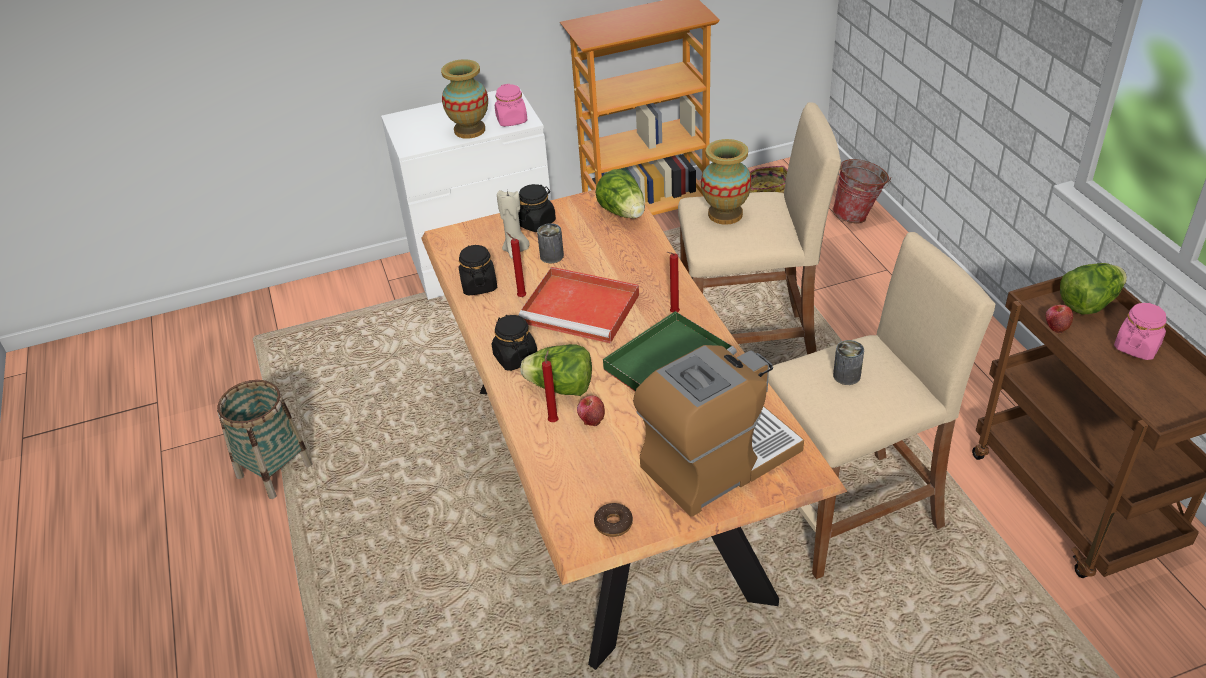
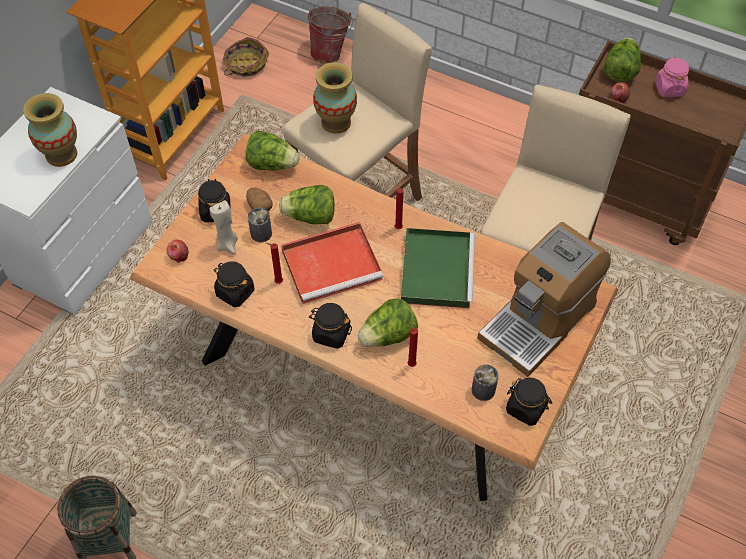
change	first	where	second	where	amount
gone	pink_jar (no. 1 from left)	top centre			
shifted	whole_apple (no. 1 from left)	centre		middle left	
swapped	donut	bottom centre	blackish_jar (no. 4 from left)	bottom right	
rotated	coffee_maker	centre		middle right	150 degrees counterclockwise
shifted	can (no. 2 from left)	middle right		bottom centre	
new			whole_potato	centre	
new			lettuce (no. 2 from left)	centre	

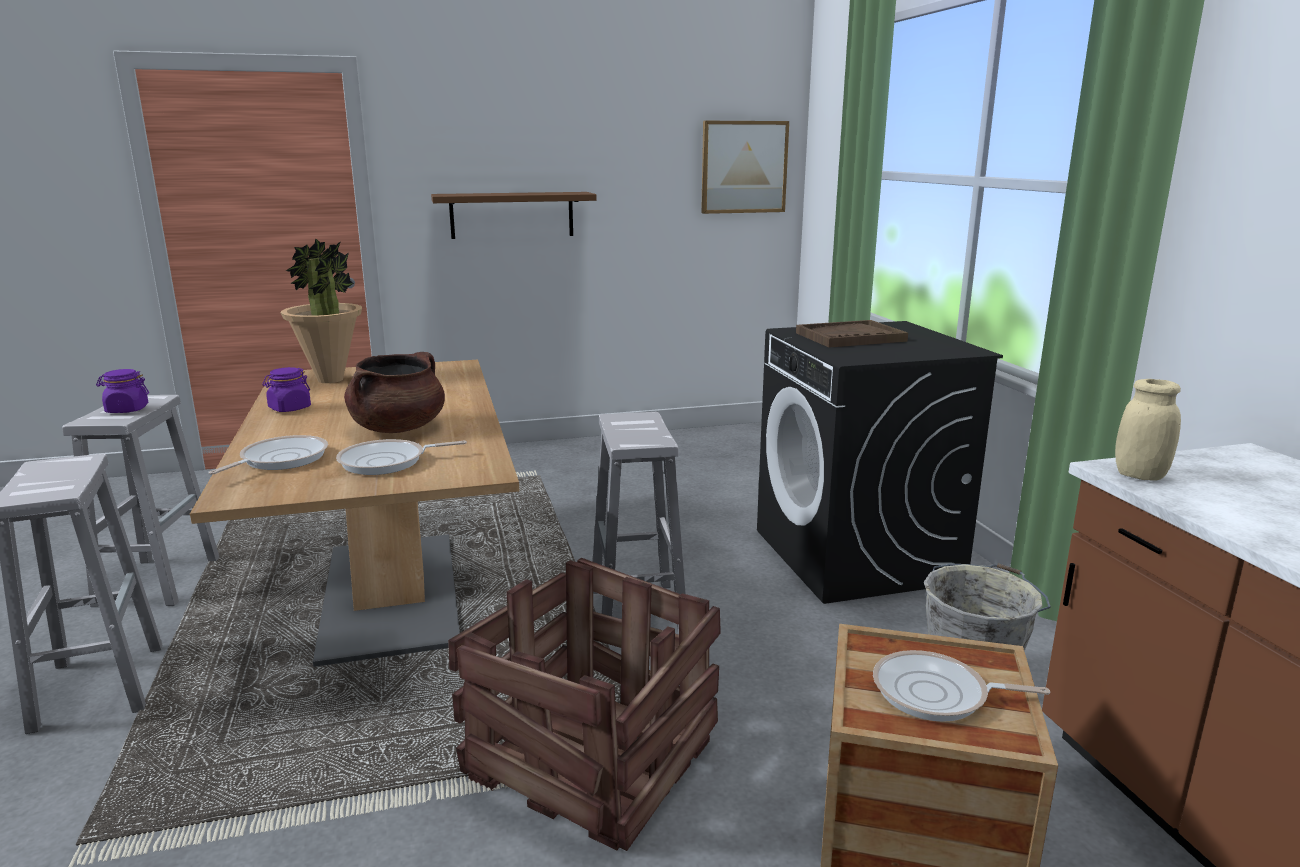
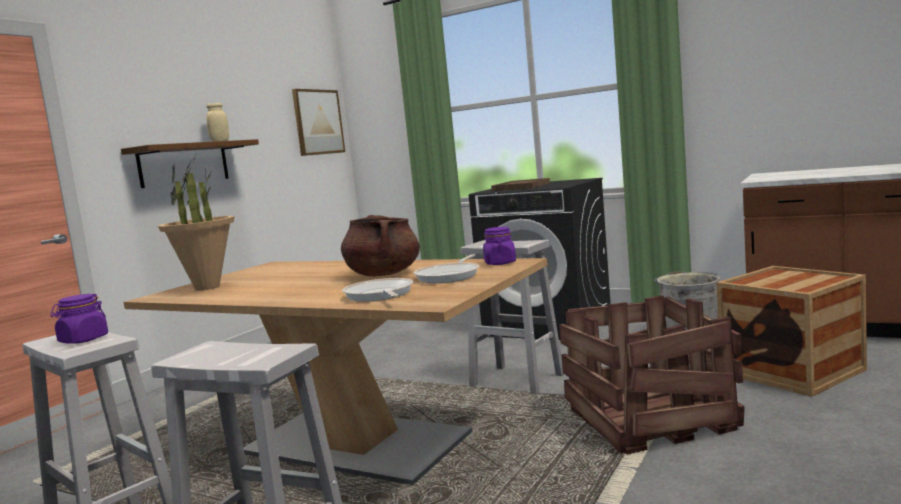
change	first	where	second	where	amount
shifted	purple_jar (no. 2 from left)	middle left		centre	
gone	skillet (no. 3 from left)	bottom right			
shifted	beige_jar	middle right		top left	

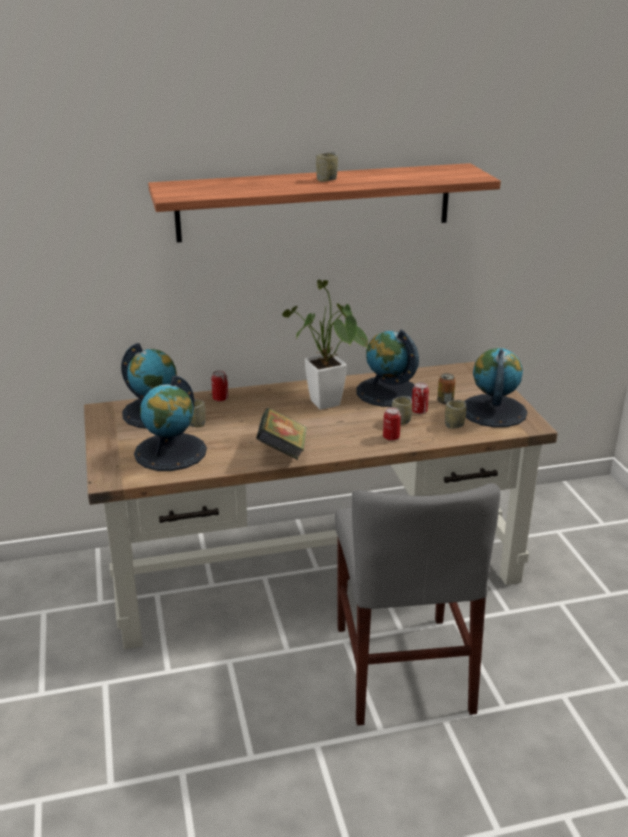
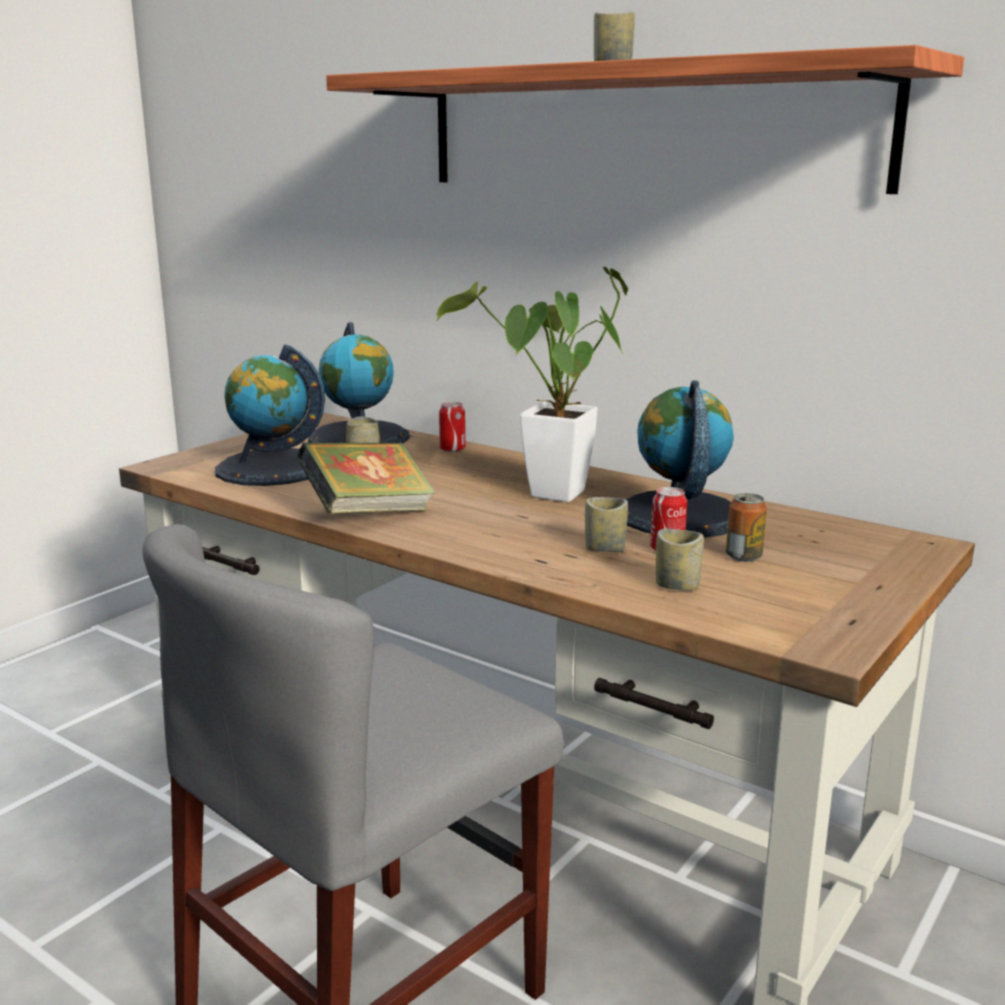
change	first	where	second	where	amount
gone	can (no. 2 from left)	centre			
gone	world_globe (no. 4 from left)	middle right			

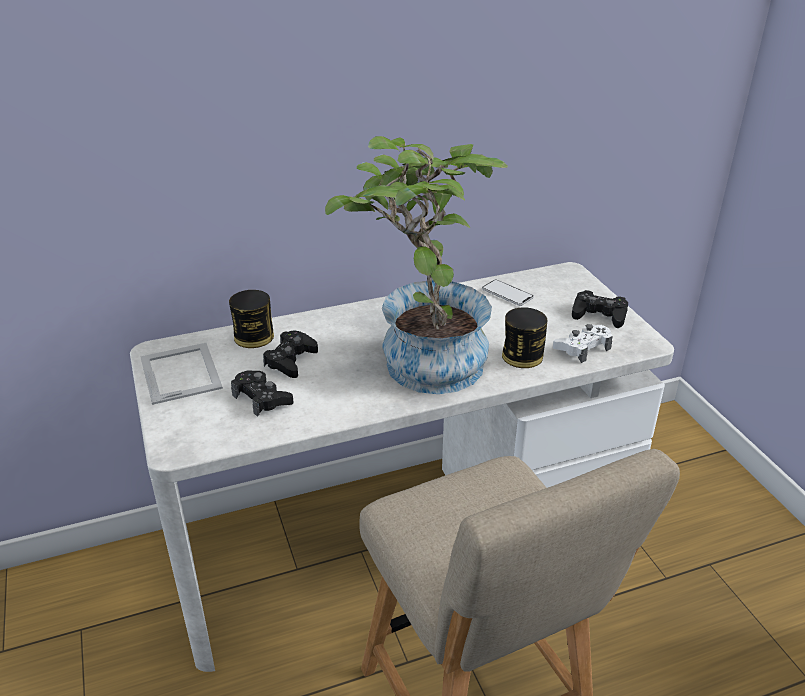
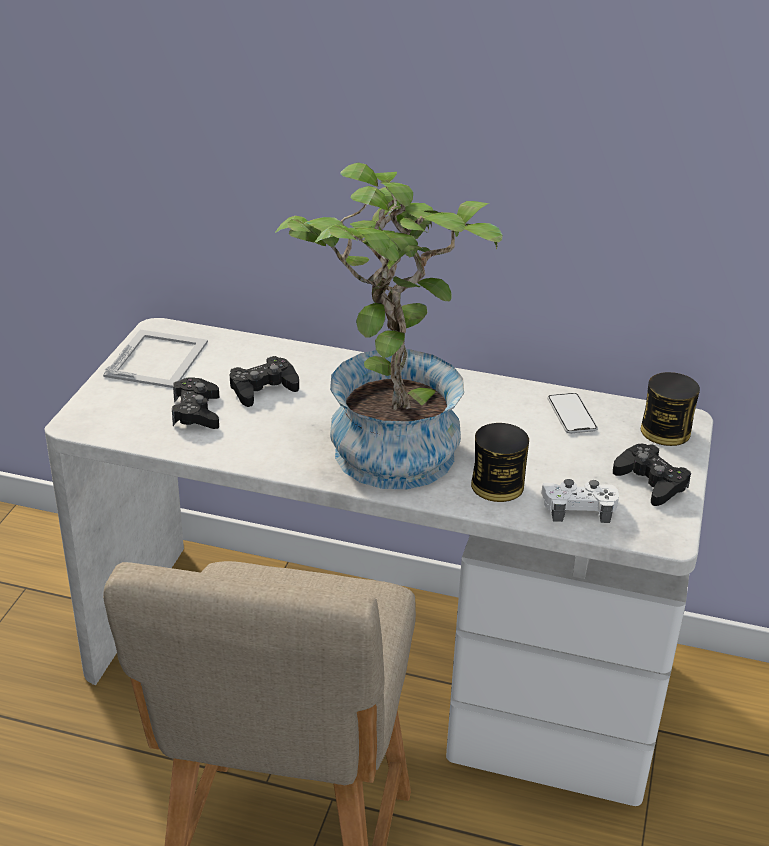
change	first	where	second	where	amount
shifted	can (no. 1 from left in the first image)	middle left	can (no. 2 from left)	middle right	

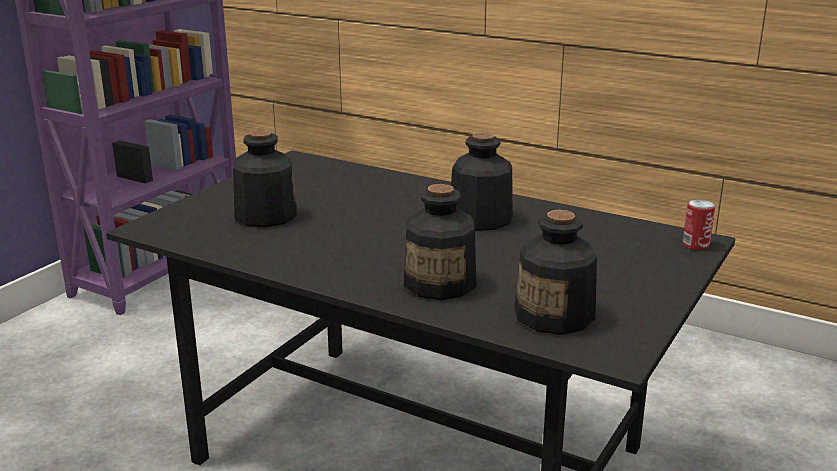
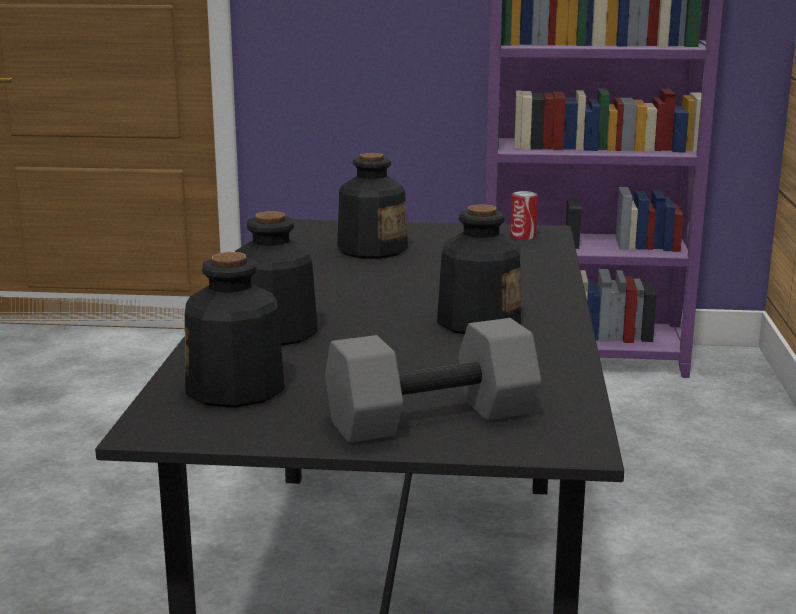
change	first	where	second	where	amount
shifted	can	middle right		centre	
new			grey_dumbbell	centre	

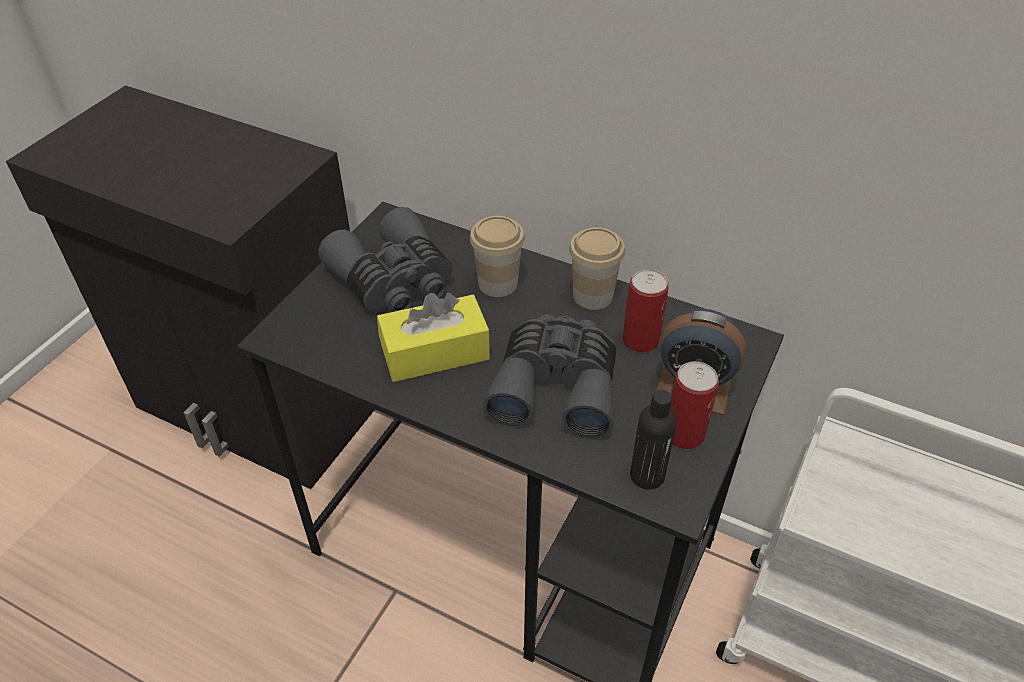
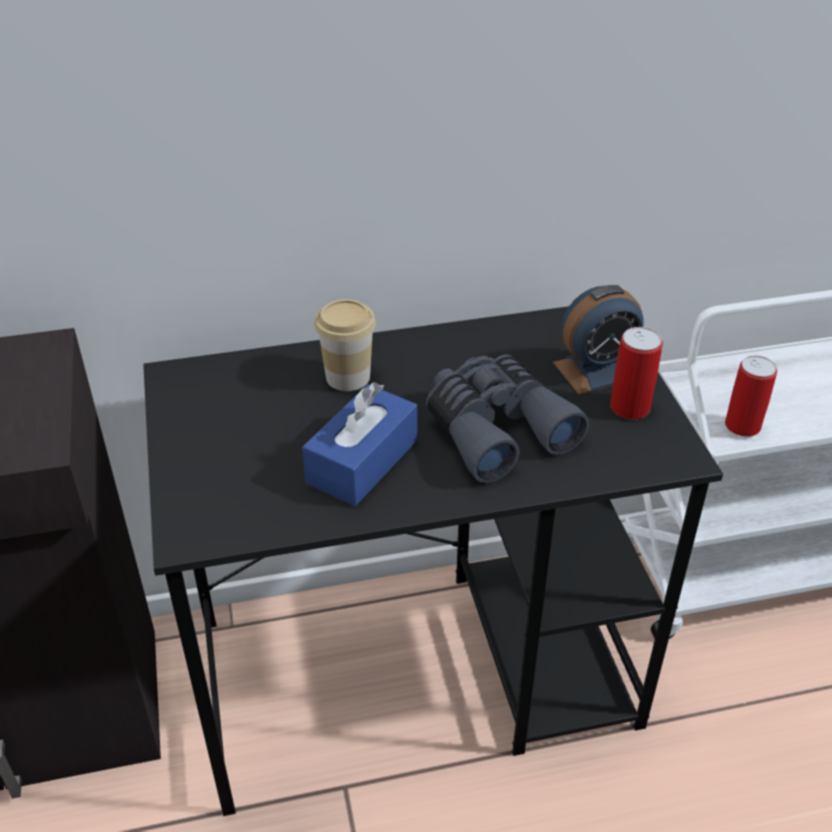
change	first	where	second	where	amount
gone	grey_field_glasses (no. 1 from left)	centre			
repainted	yellow_tissue_holder	centre	blue-coloured_tissue_holder	centre	
gone	cup (no. 2 from left)	centre			
shifted	can (no. 1 from left in the first image)	centre	can (no. 2 from left)	middle right	
gone	blackish_beverage_bottle	centre			

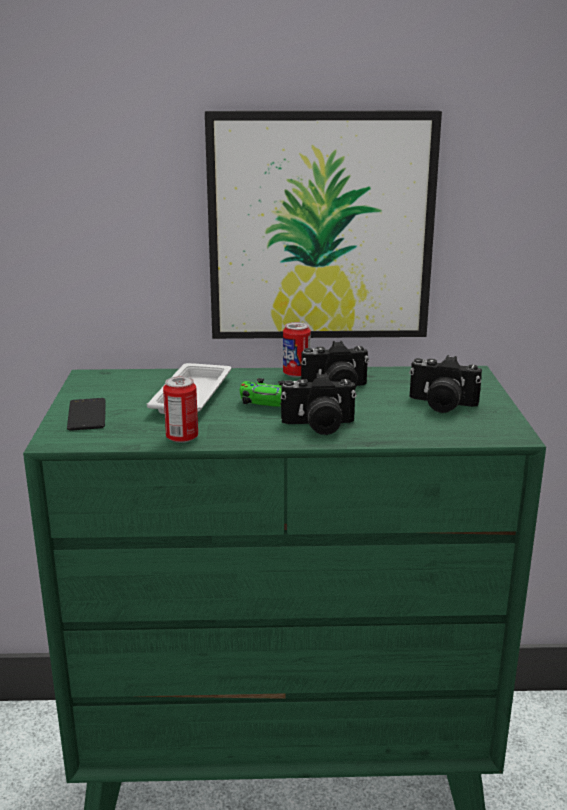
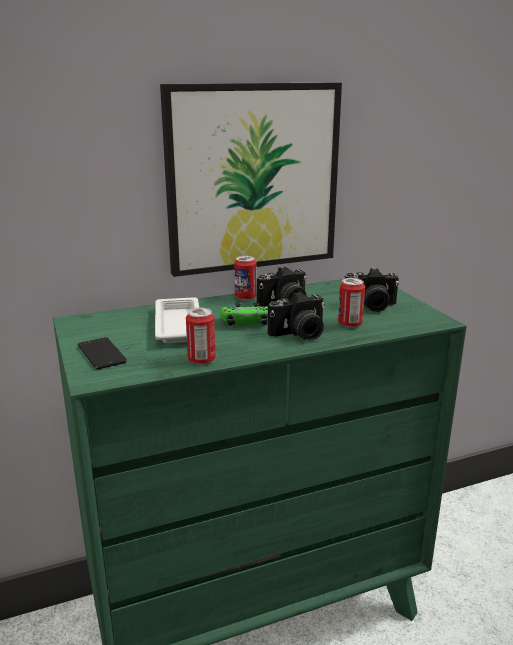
change	first	where	second	where	amount
new			can (no. 3 from left)	middle right	

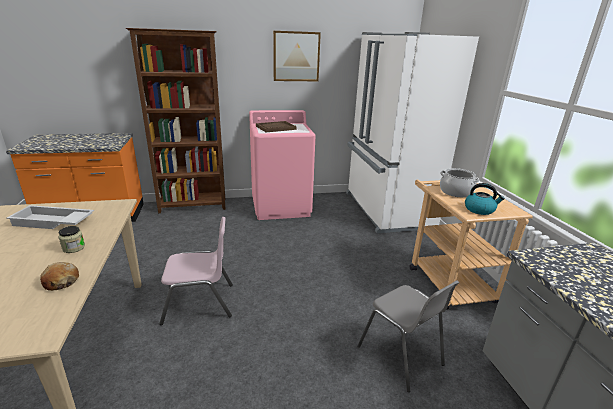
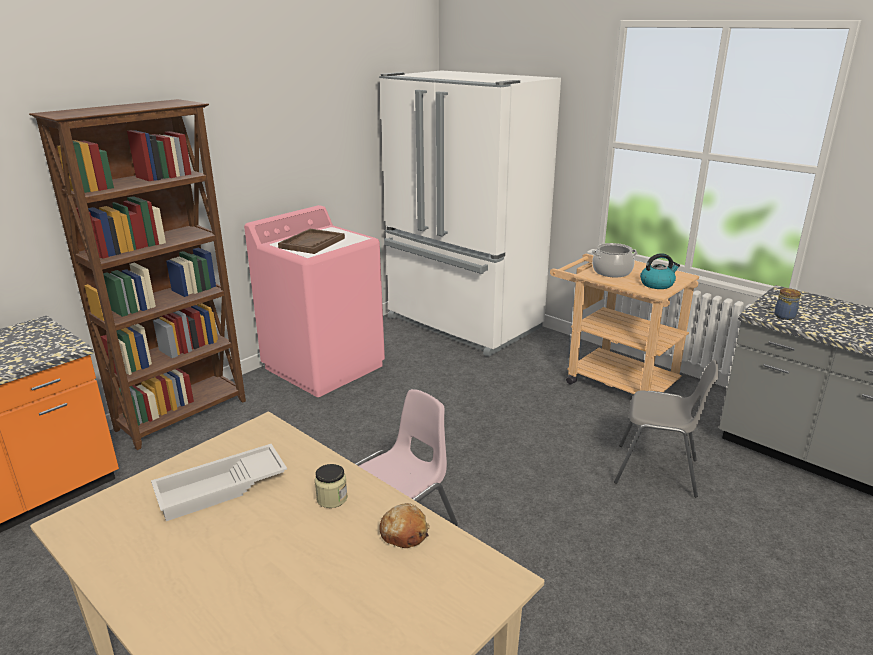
change	first	where	second	where	amount
gone	wall_picture	top centre			
new			jar (no. 2 from left)	middle right	

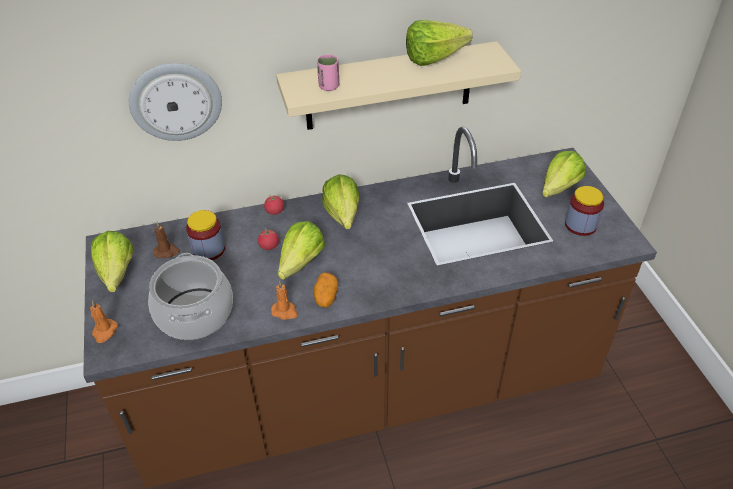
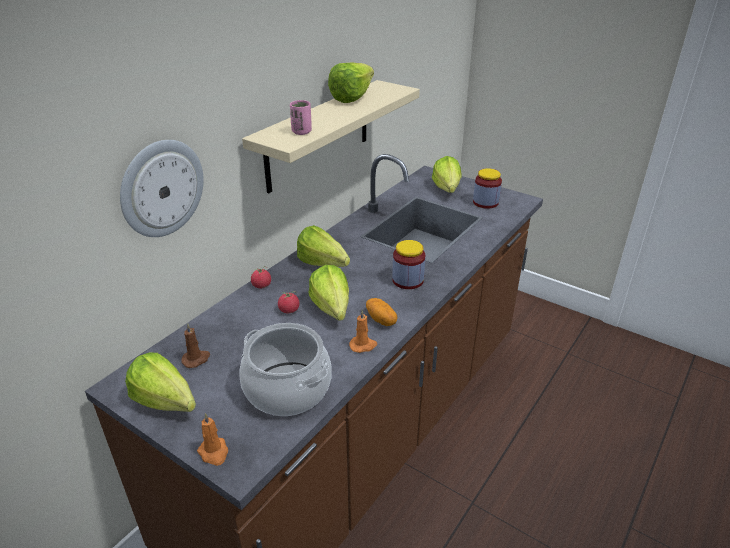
change	first	where	second	where	amount
shifted	jar (no. 1 from left)	middle left		centre	

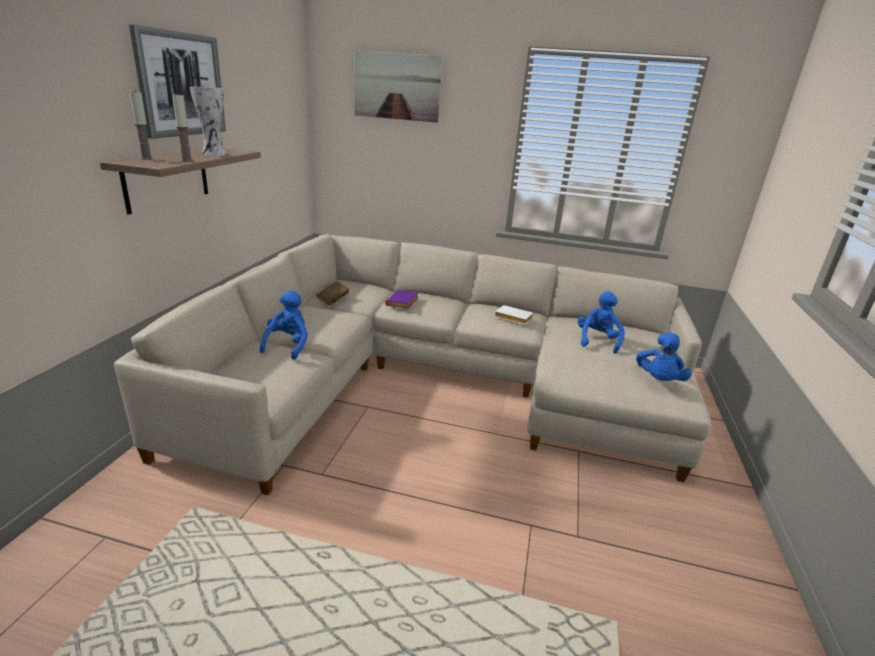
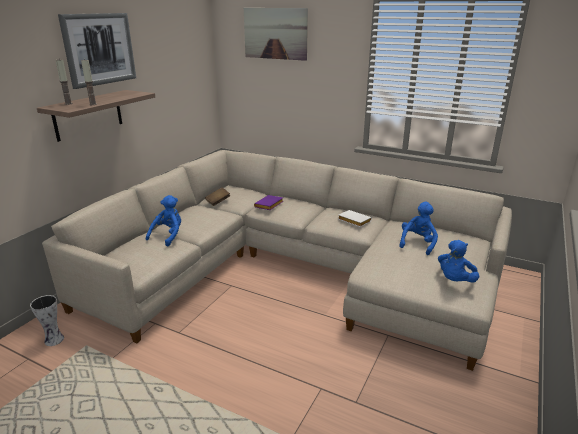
change	first	where	second	where	amount
shifted	flower_vase	top left		bottom left	

